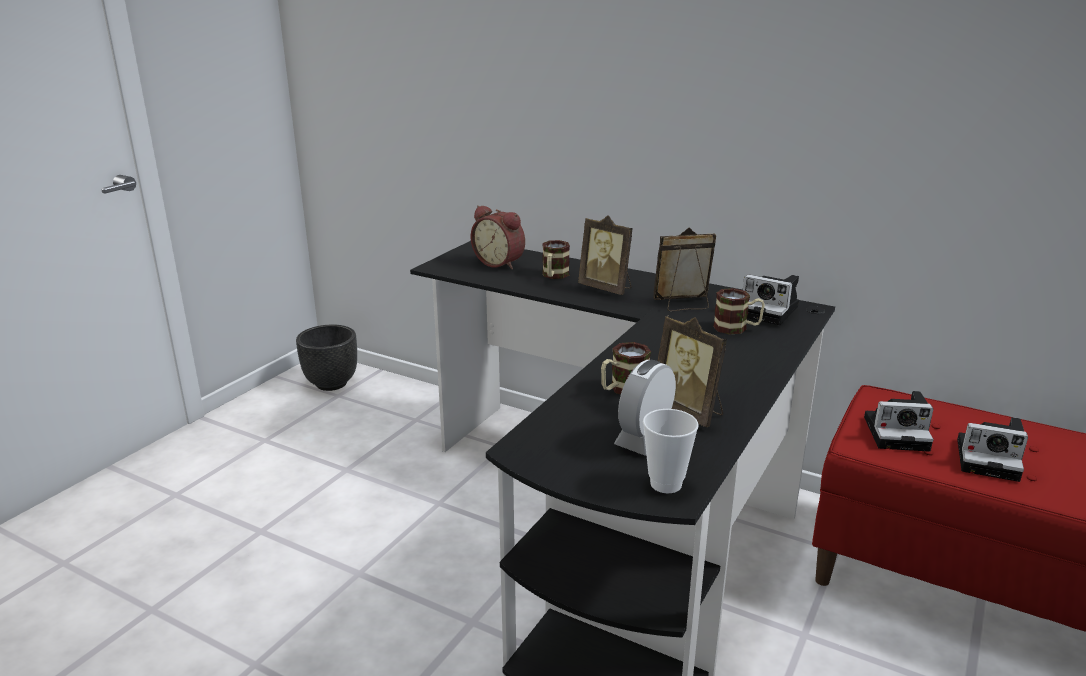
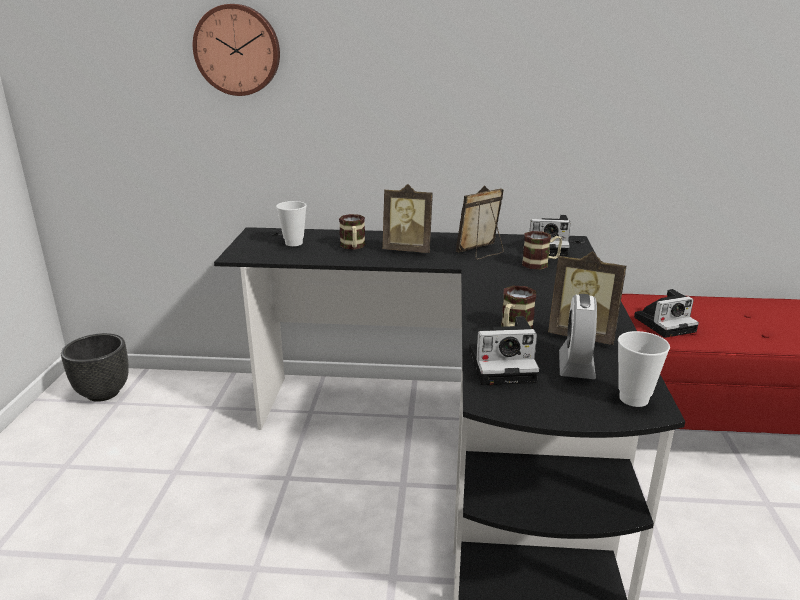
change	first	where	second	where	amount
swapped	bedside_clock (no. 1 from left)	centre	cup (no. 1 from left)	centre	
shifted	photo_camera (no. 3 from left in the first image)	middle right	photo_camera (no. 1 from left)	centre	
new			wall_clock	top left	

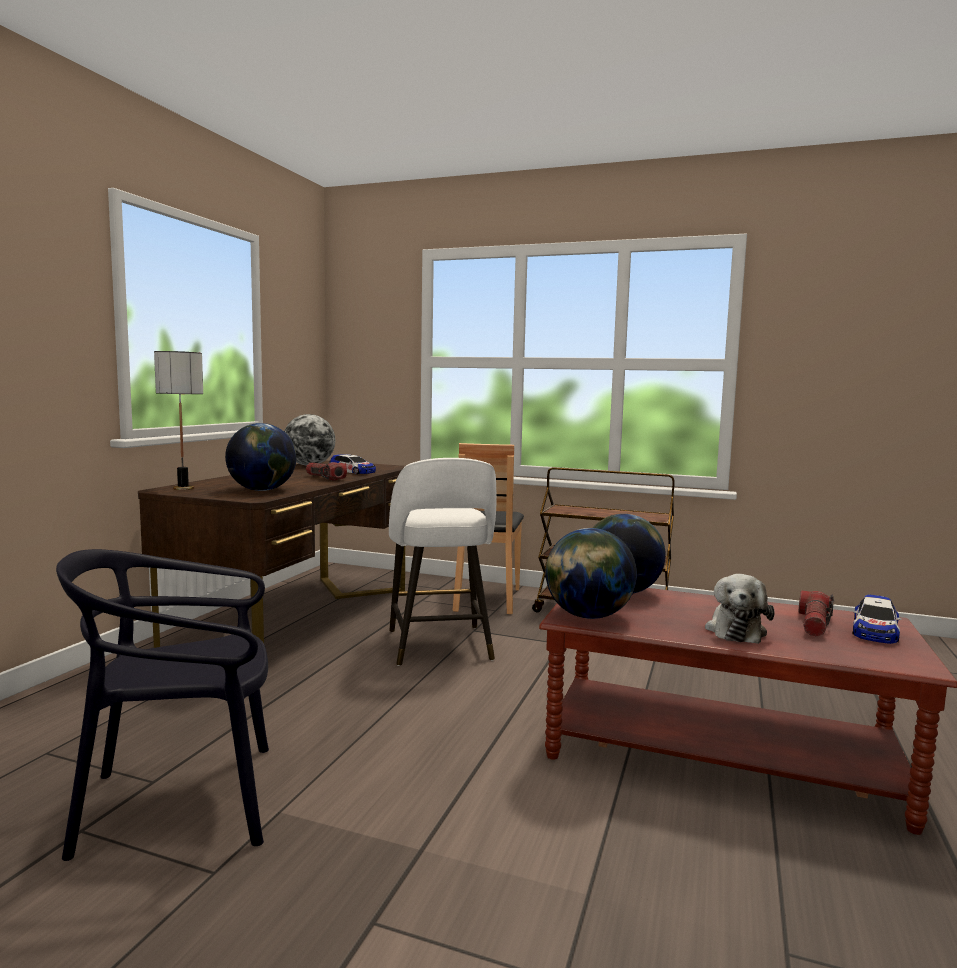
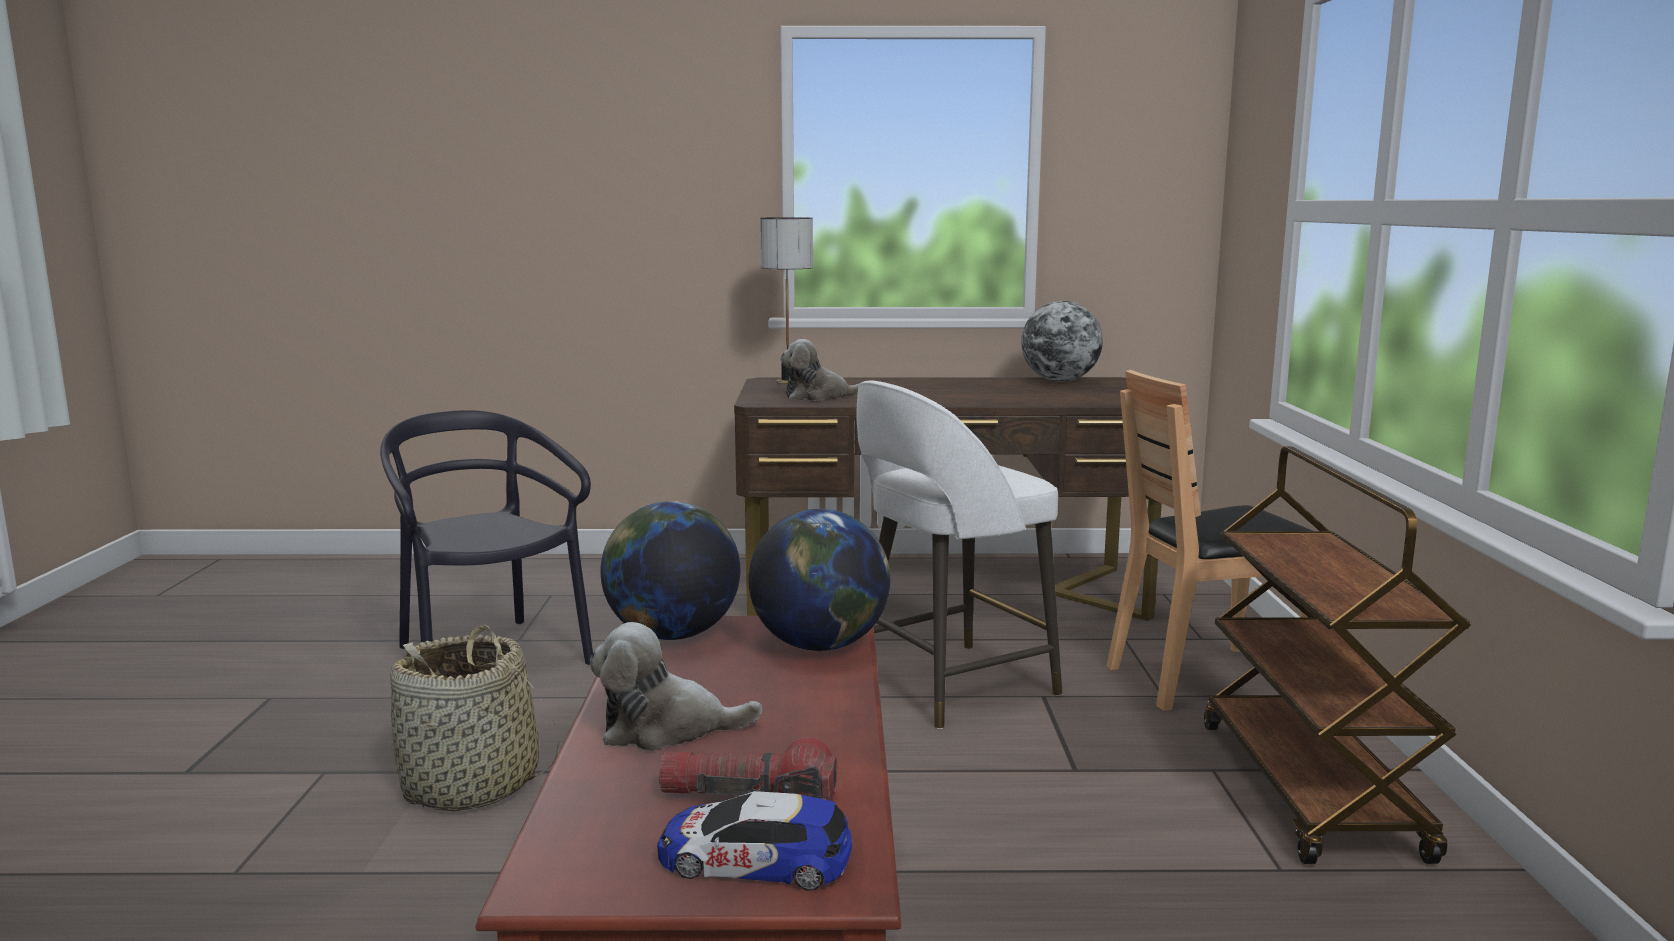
change	first	where	second	where	amount
swapped	world_globe (no. 1 from left)	middle left	soft_toy (no. 2 from left)	centre	
gone	flashlight (no. 1 from left)	centre			
gone	toy_car (no. 1 from left)	centre			
new			basket	bottom left	

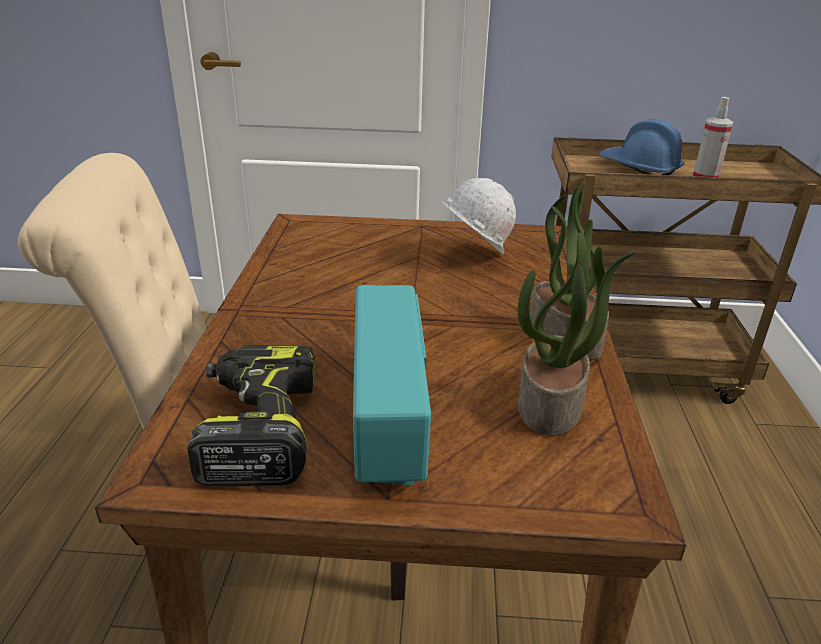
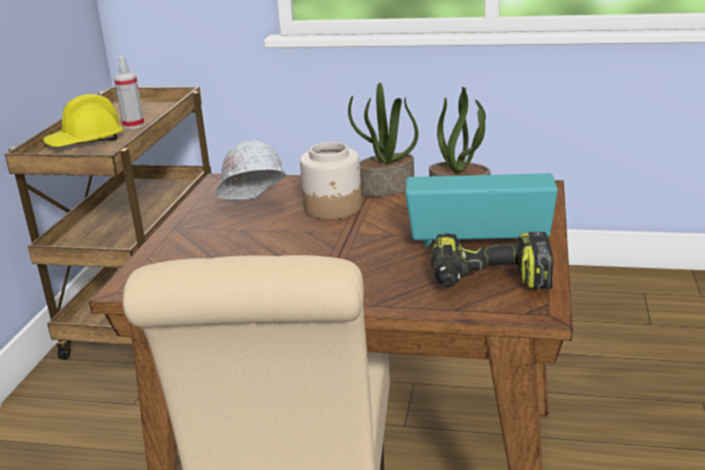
change	first	where	second	where	amount
repainted	blue-coloured_work_helmet	top right	yellow_work_helmet	top left	
new			jar	centre	

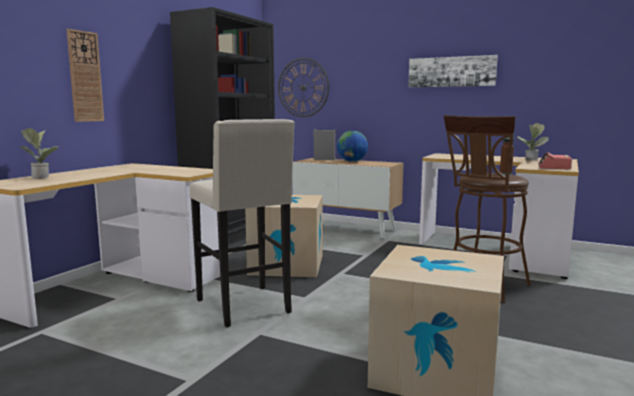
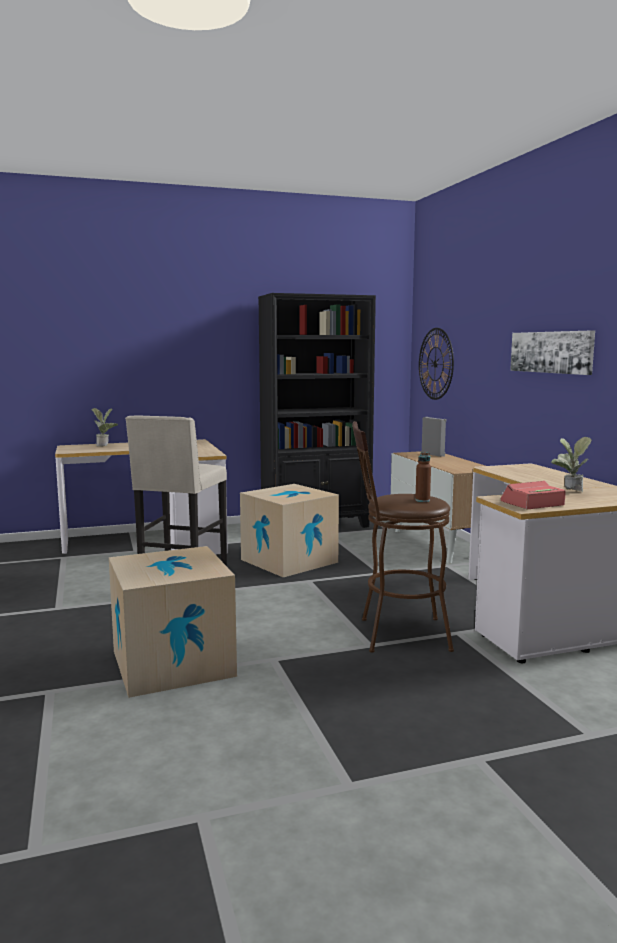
change	first	where	second	where	amount
gone	wall_clock (no. 1 from left)	top left			
gone	world_globe	centre			

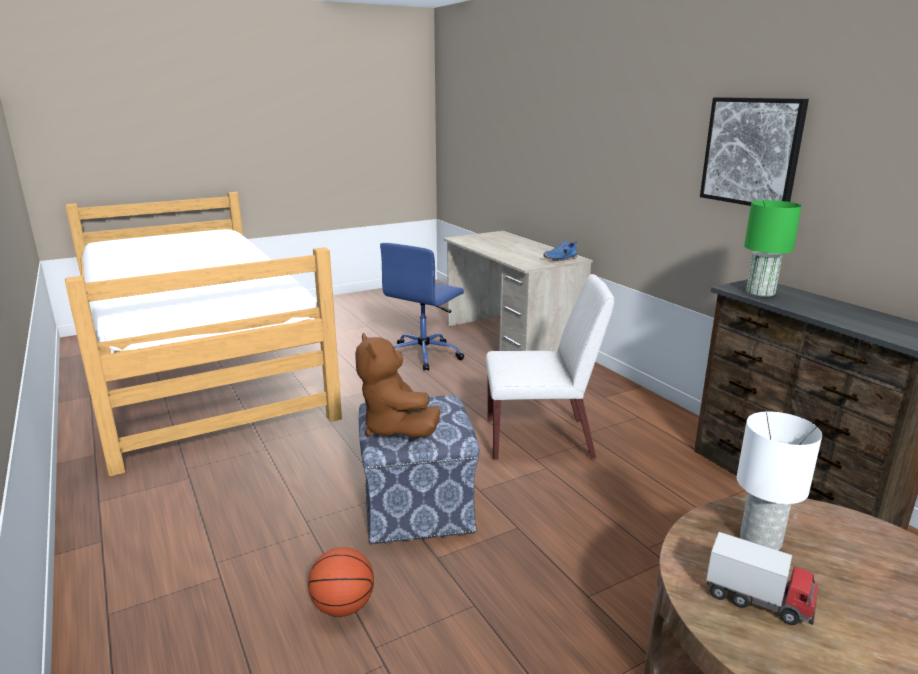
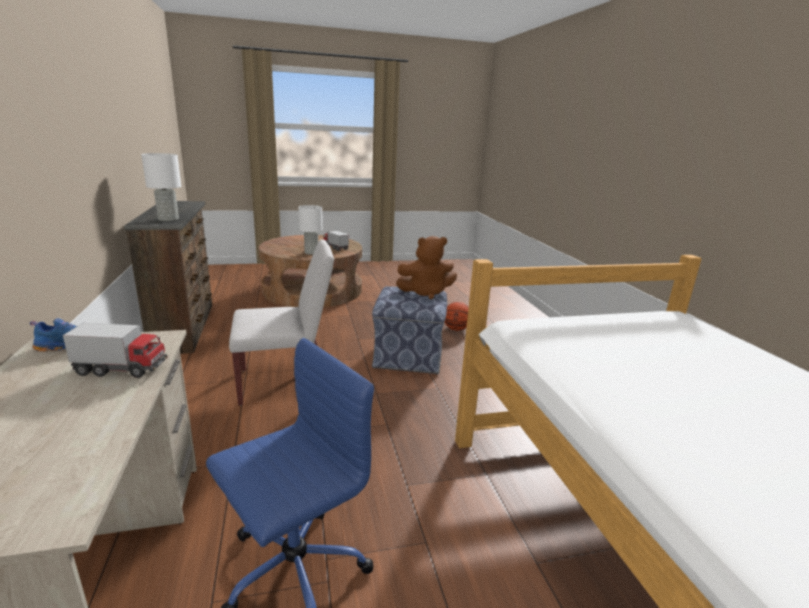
change	first	where	second	where	amount
rotated	brown_soft_toy	centre		centre	90 degrees clockwise
rotated	whitish_upright_chair	centre		centre	150 degrees clockwise
gone	wall_picture	top right			
repainted	green-coloured_lamp_for_a_table	middle right	whitish_lamp_for_a_table (no. 1 from left)	top left	
new			toy_lorry (no. 1 from left)	middle left	

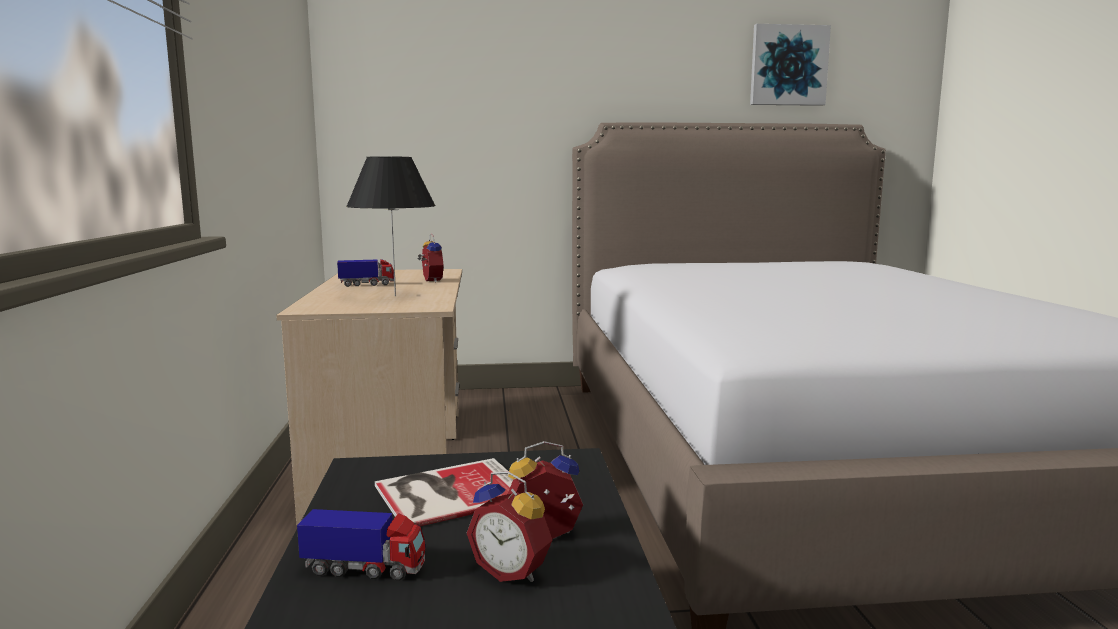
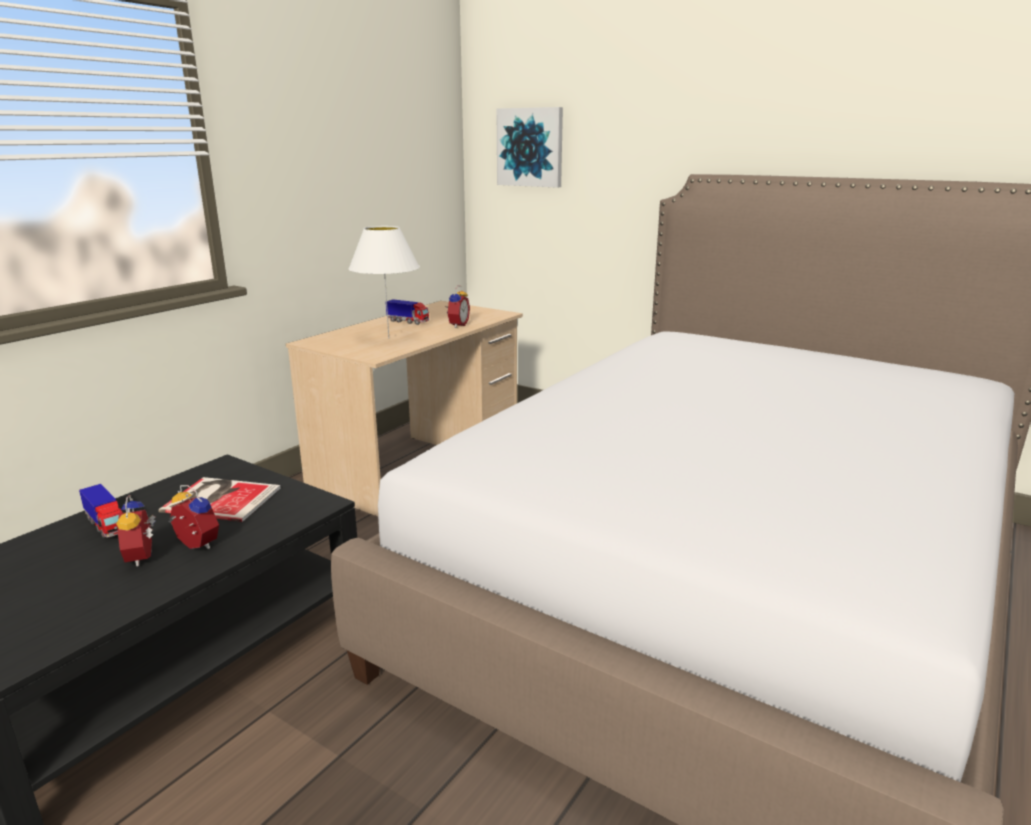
change	first	where	second	where	amount
repainted	blackish_lamp_for_a_table	centre	whitish_lamp_for_a_table	centre	
shifted	wall_picture	top right		top centre	

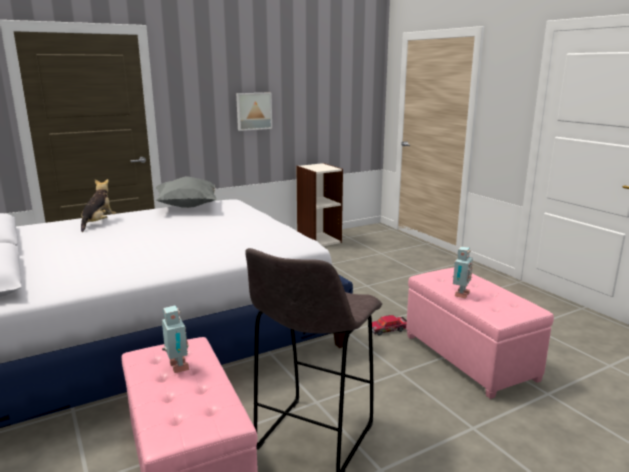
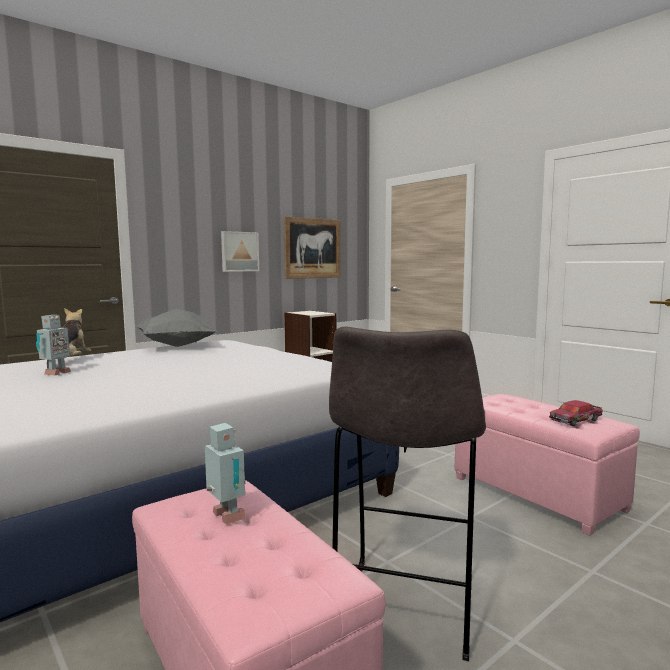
change	first	where	second	where	amount
shifted	toy_car	bottom centre		middle right	
shifted	robot_figure (no. 2 from left in the first image)	middle right	robot_figure (no. 1 from left)	middle left	
new			wall_picture (no. 2 from left)	centre	

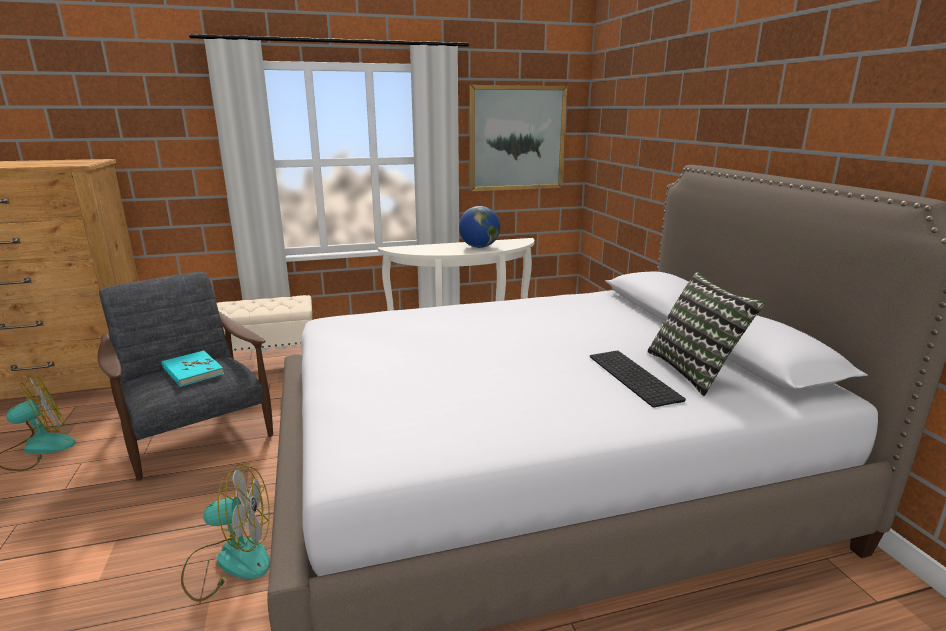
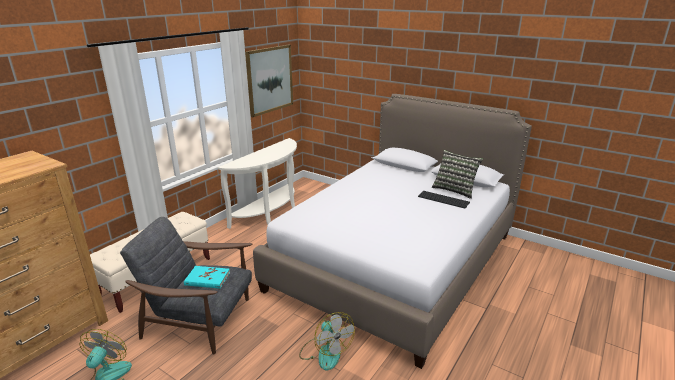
change	first	where	second	where	amount
rotated	cooling_fan (no. 2 from left)	bottom left		bottom centre	105 degrees clockwise
gone	world_globe	centre			

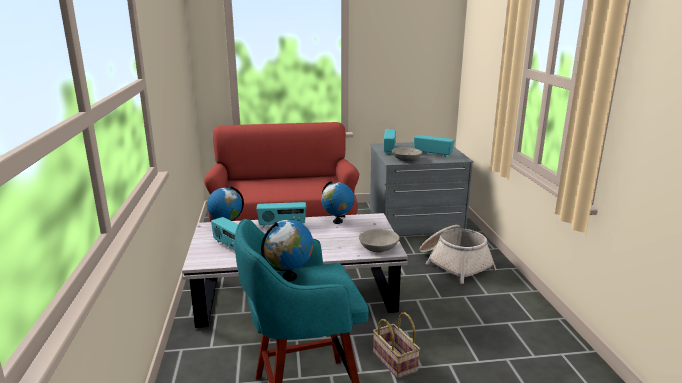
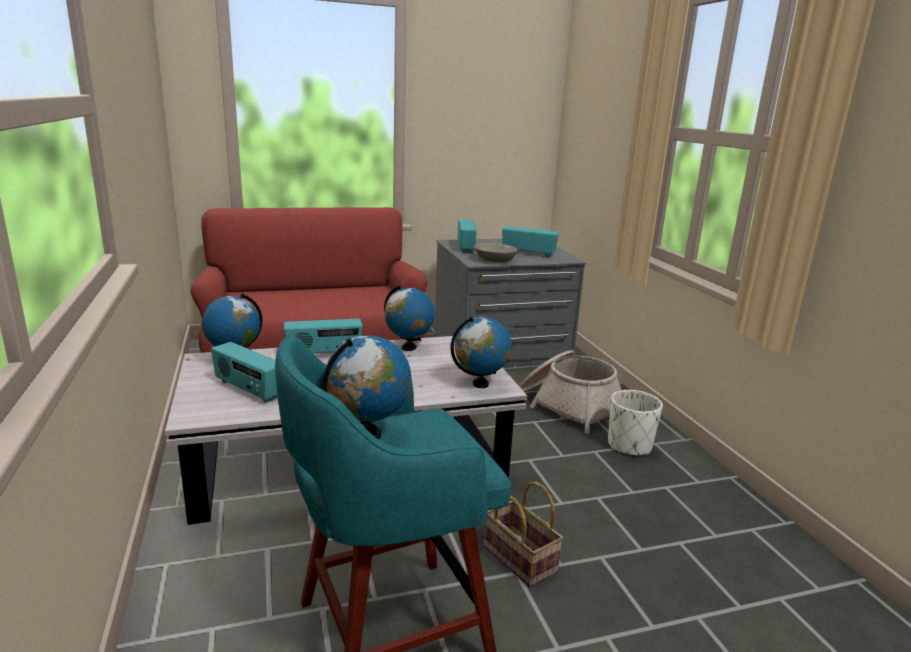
change	first	where	second	where	amount
swapped	grey_serving_bowl (no. 1 from left)	centre	world_globe (no. 4 from left)	centre	
new			whitish_plant_pot	middle right	

